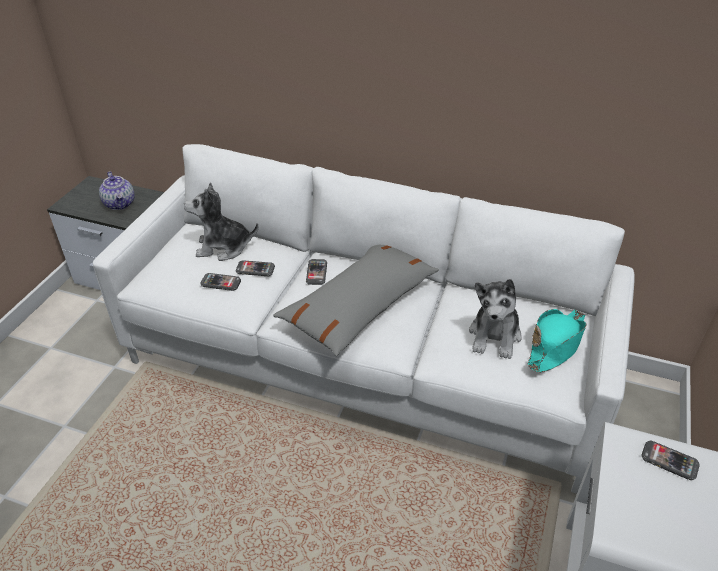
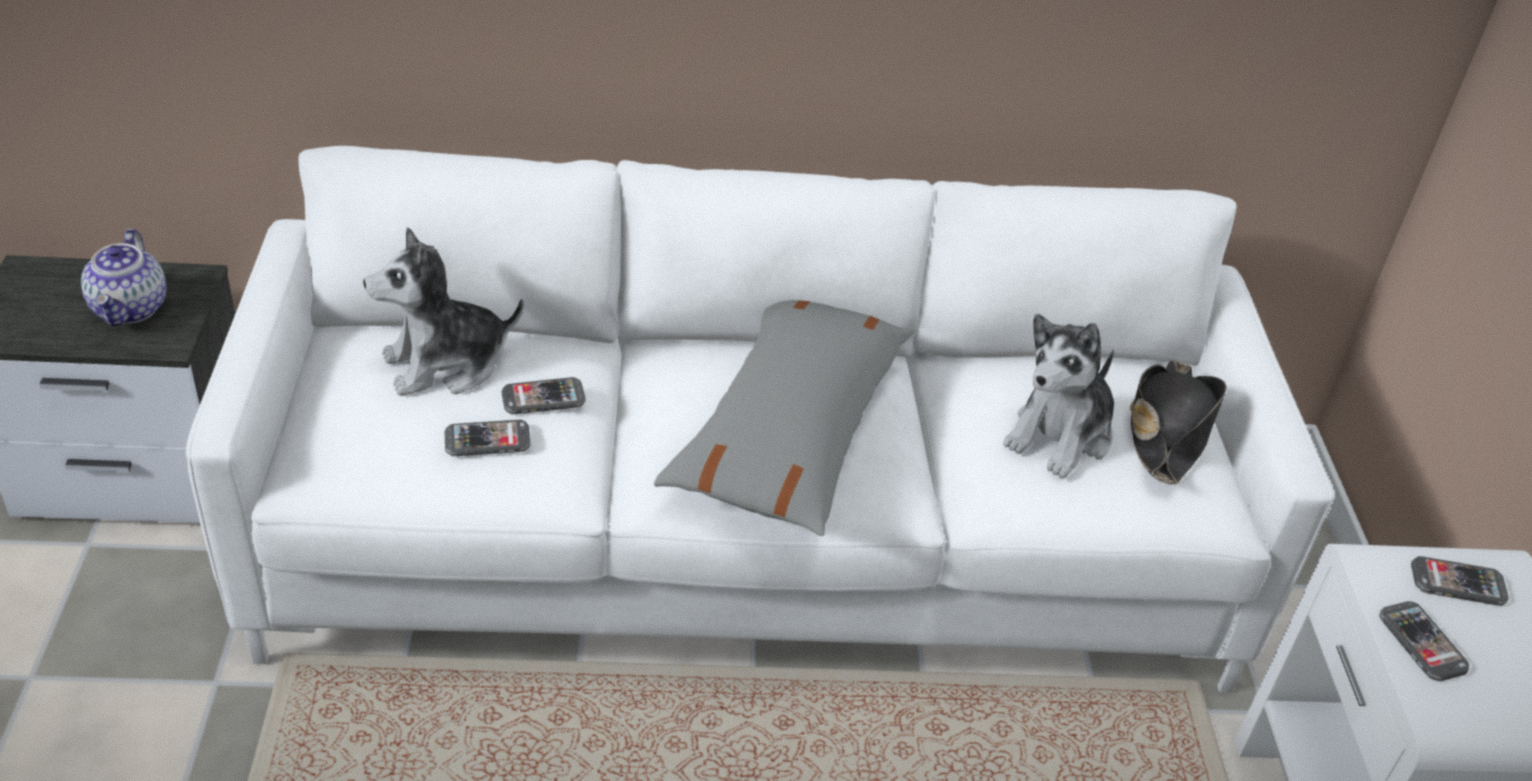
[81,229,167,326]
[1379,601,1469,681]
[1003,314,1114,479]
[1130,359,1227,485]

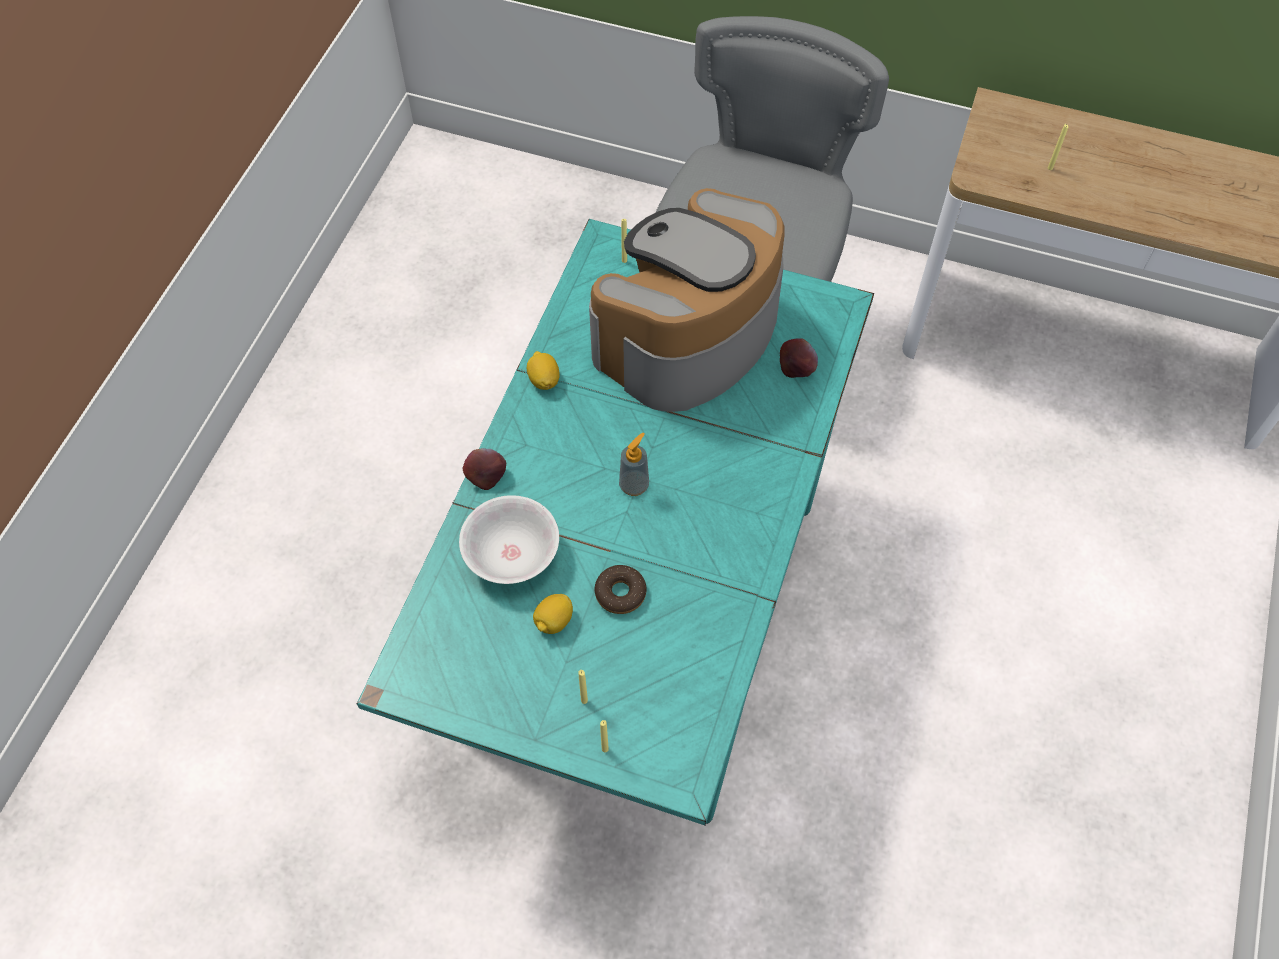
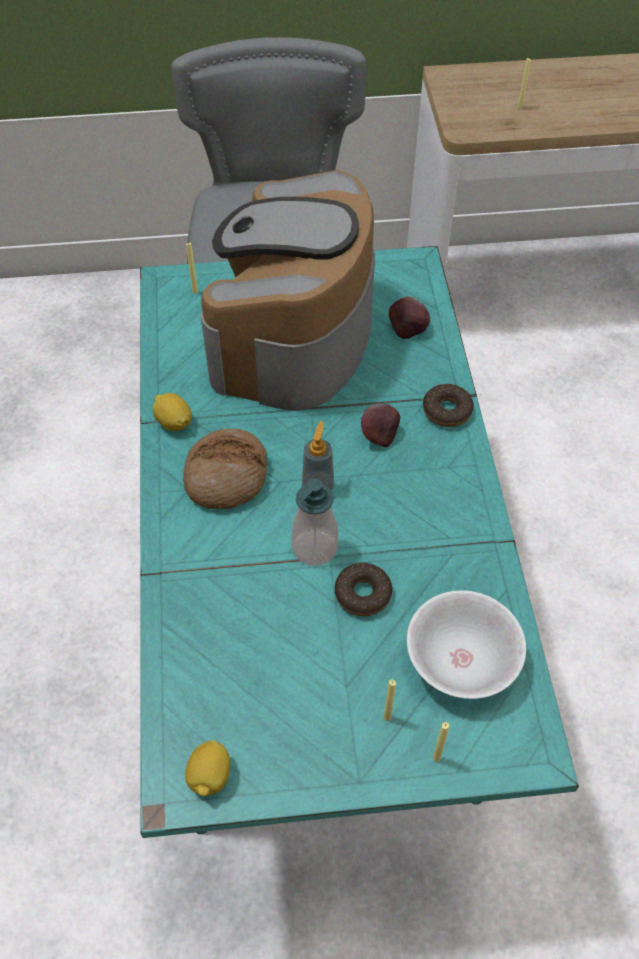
[407,590,526,699]
[361,404,400,447]
[185,741,230,797]
[183,429,267,509]
[291,479,339,566]
[423,384,474,427]

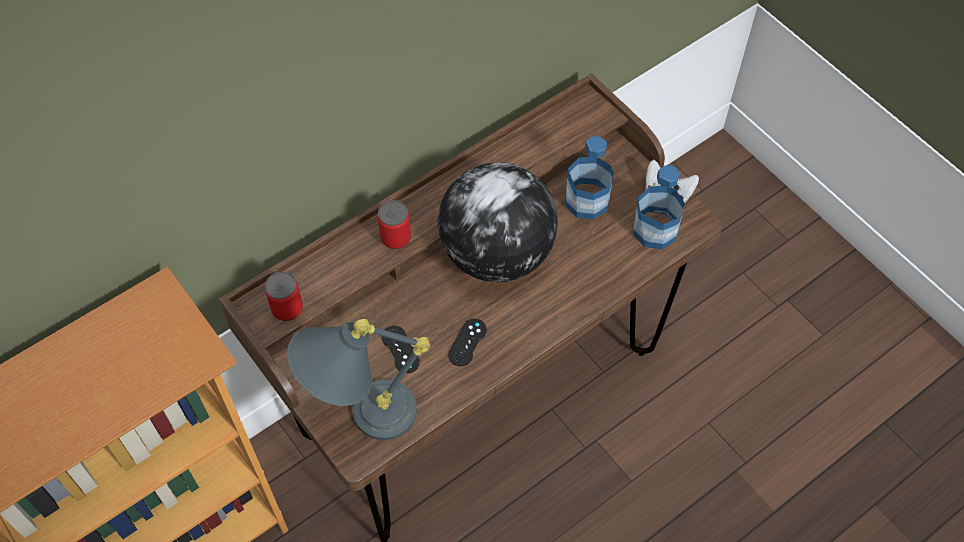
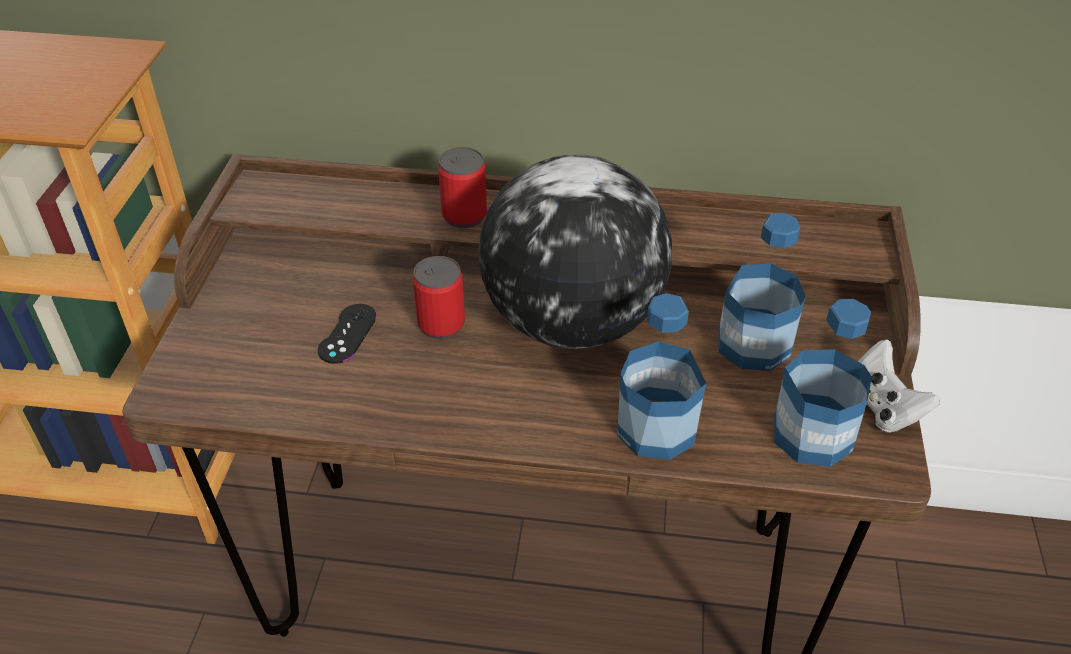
[413,256,465,339]
[287,319,430,440] (first image)
[448,319,487,366] (first image)
[617,293,706,460]

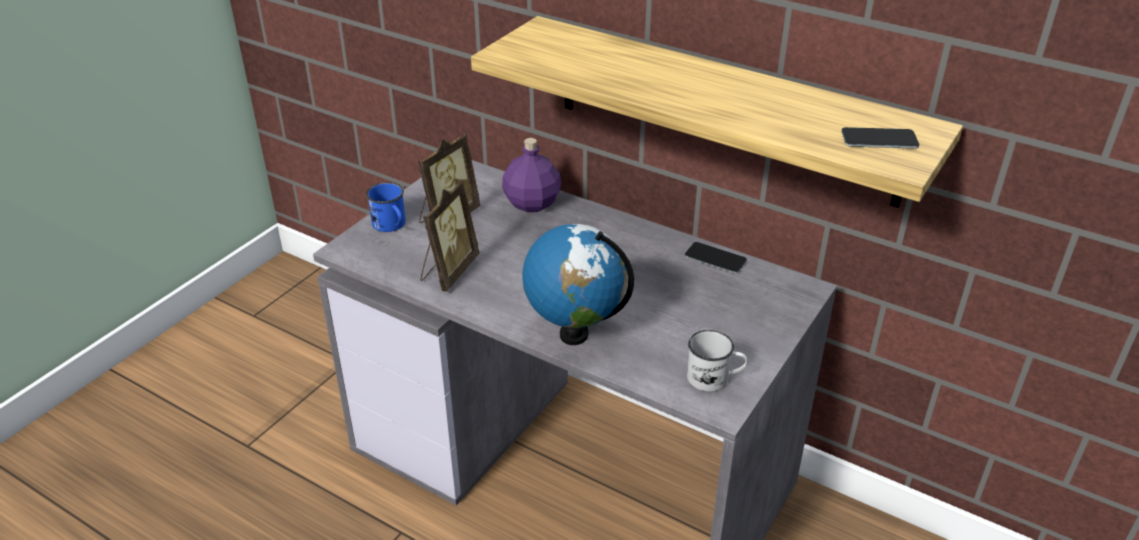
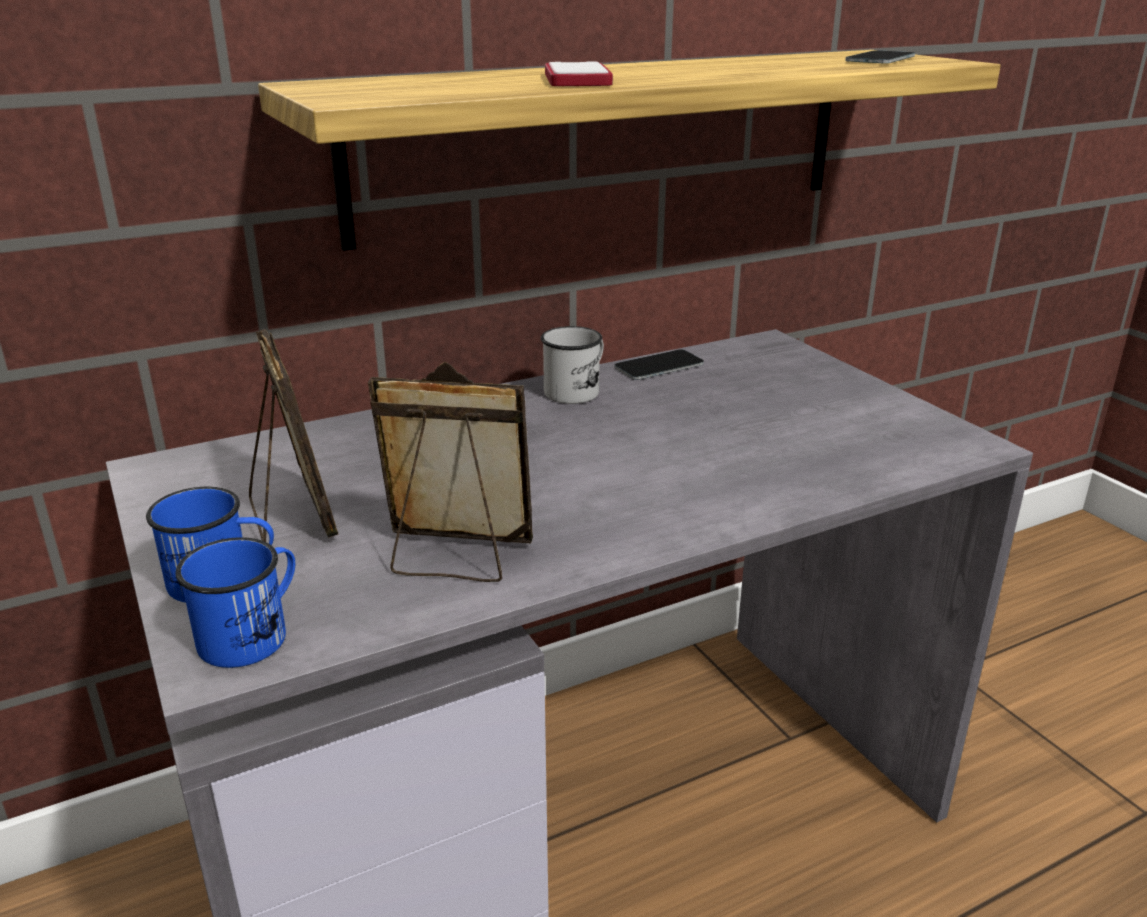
[368,362,533,582]
[502,138,561,212] (first image)
[522,224,634,345] (first image)
[541,326,604,404]
[176,537,295,668]
[545,62,613,86]

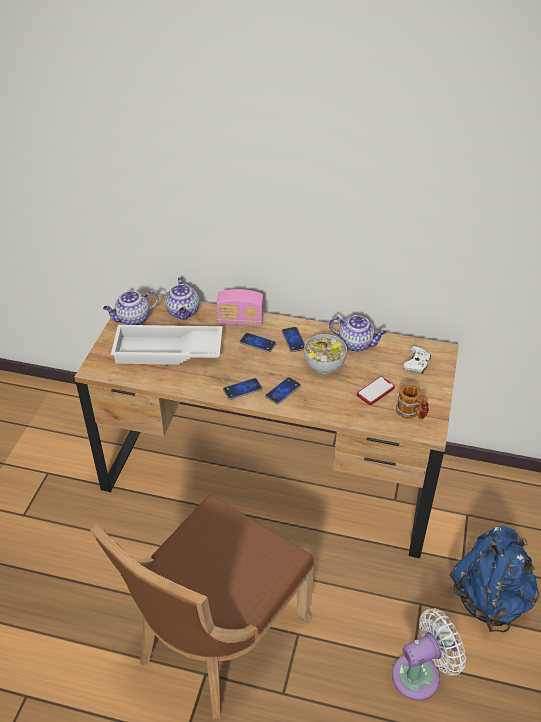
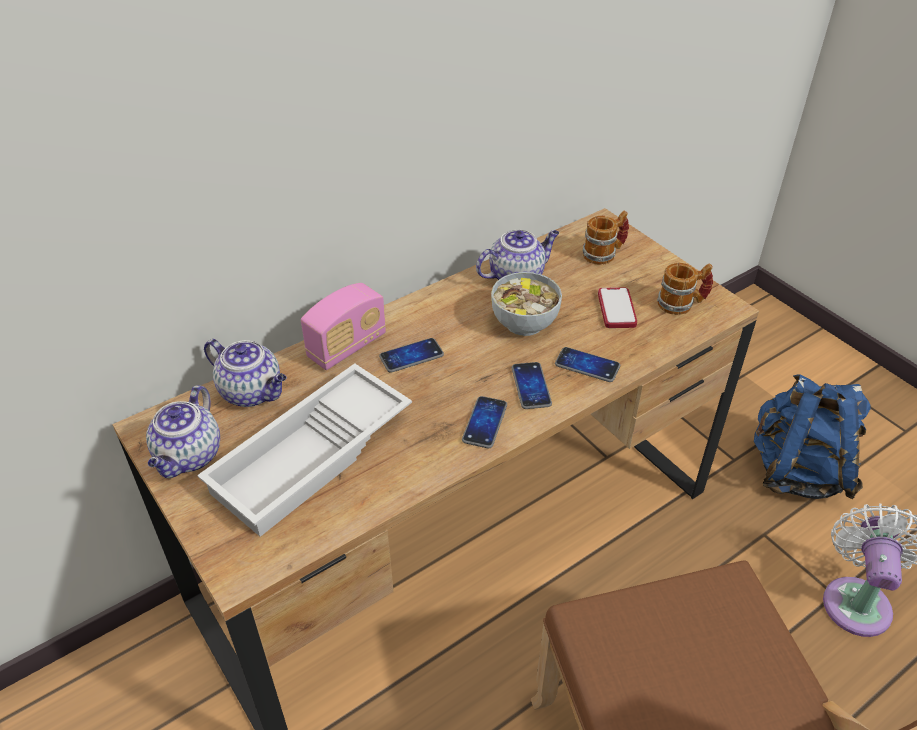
[555,347,620,382]
[583,211,629,265]

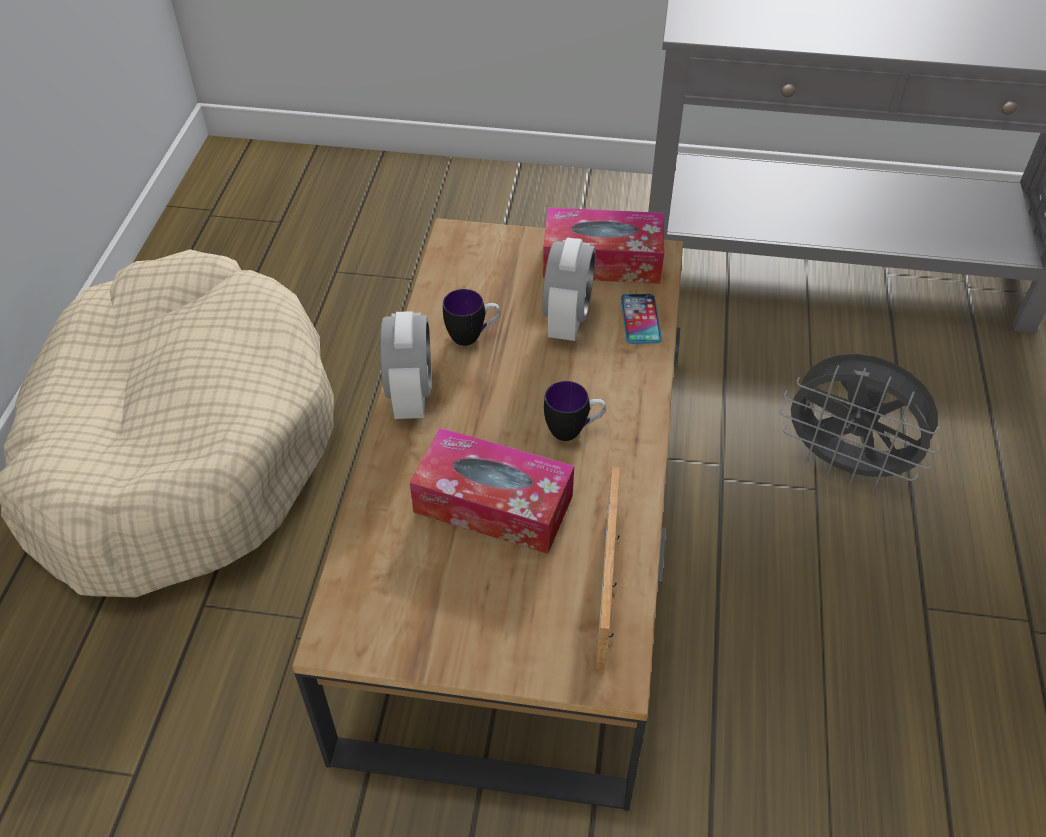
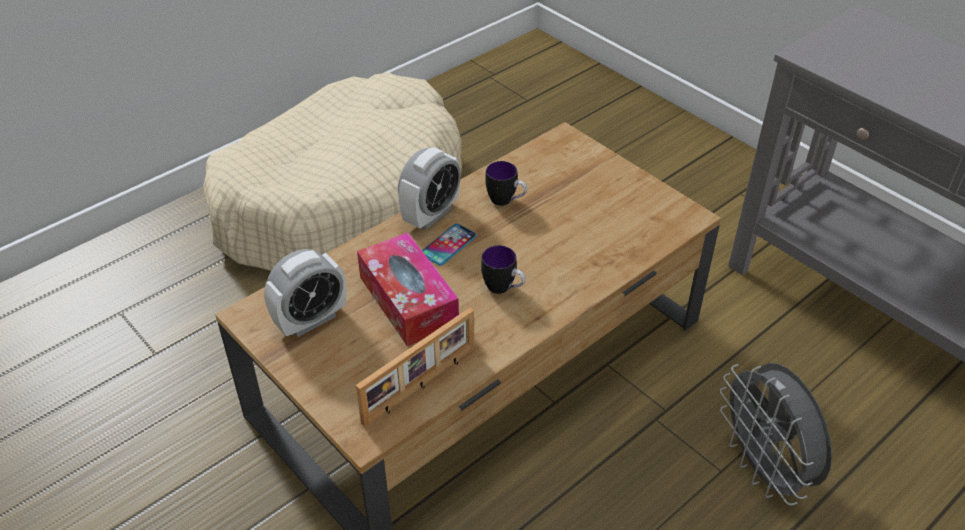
[264,249,346,337]
[543,207,664,284] (first image)
[422,224,477,266]

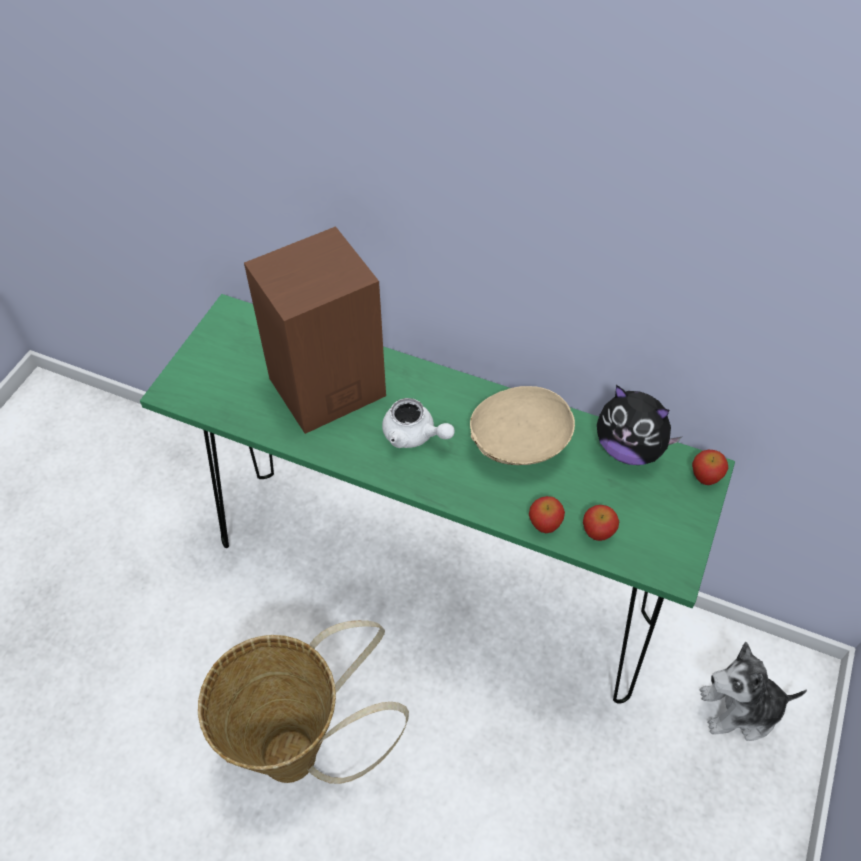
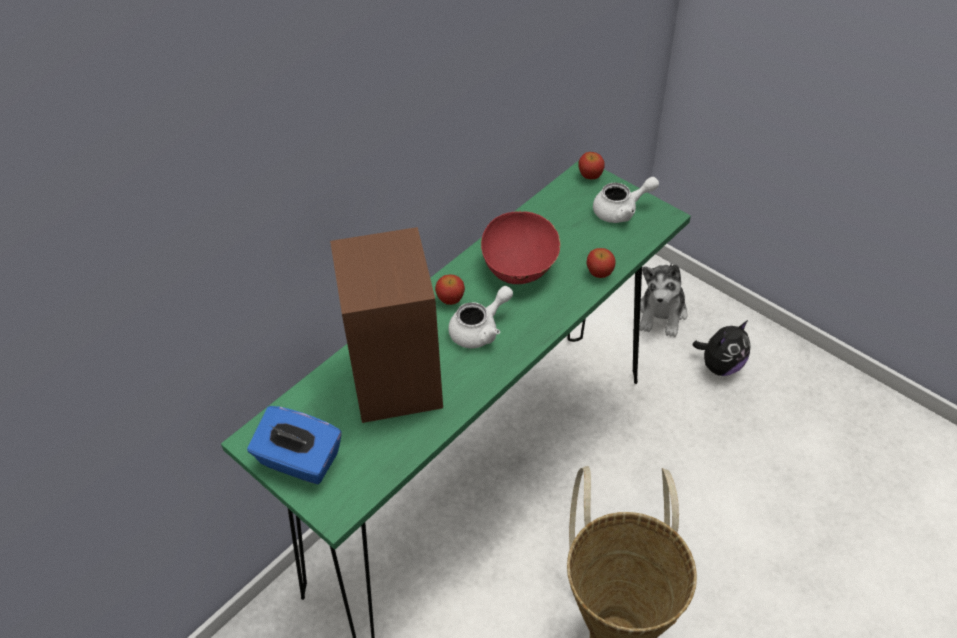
[481,212,560,284]
[435,274,465,305]
[692,320,751,376]
[247,406,342,484]
[593,177,659,223]

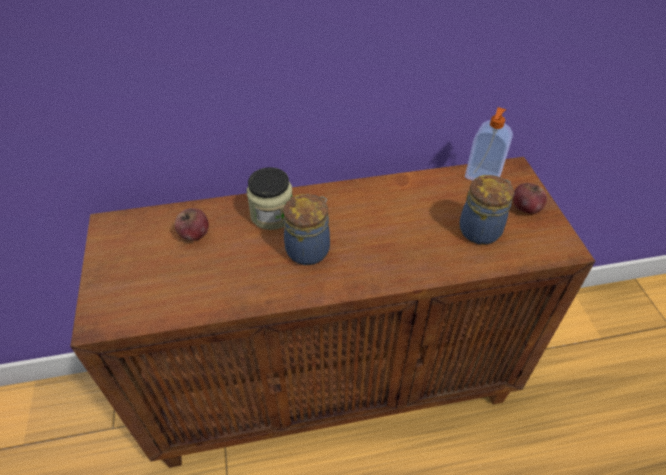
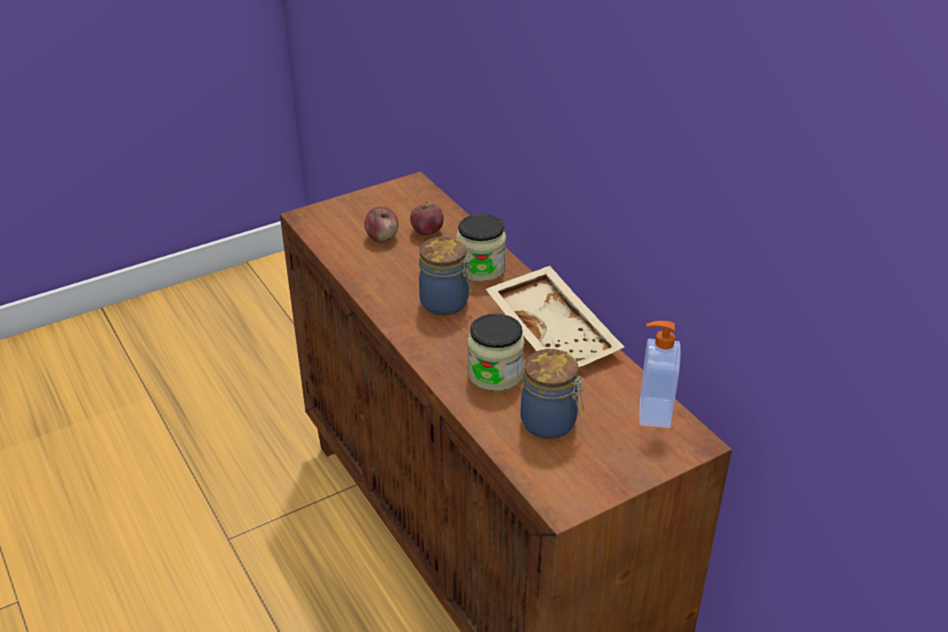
[365,207,398,242]
[468,314,524,391]
[486,266,624,368]

